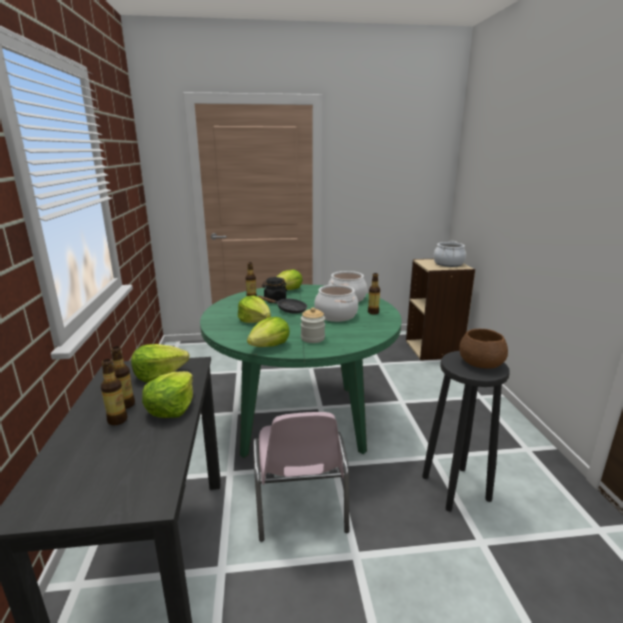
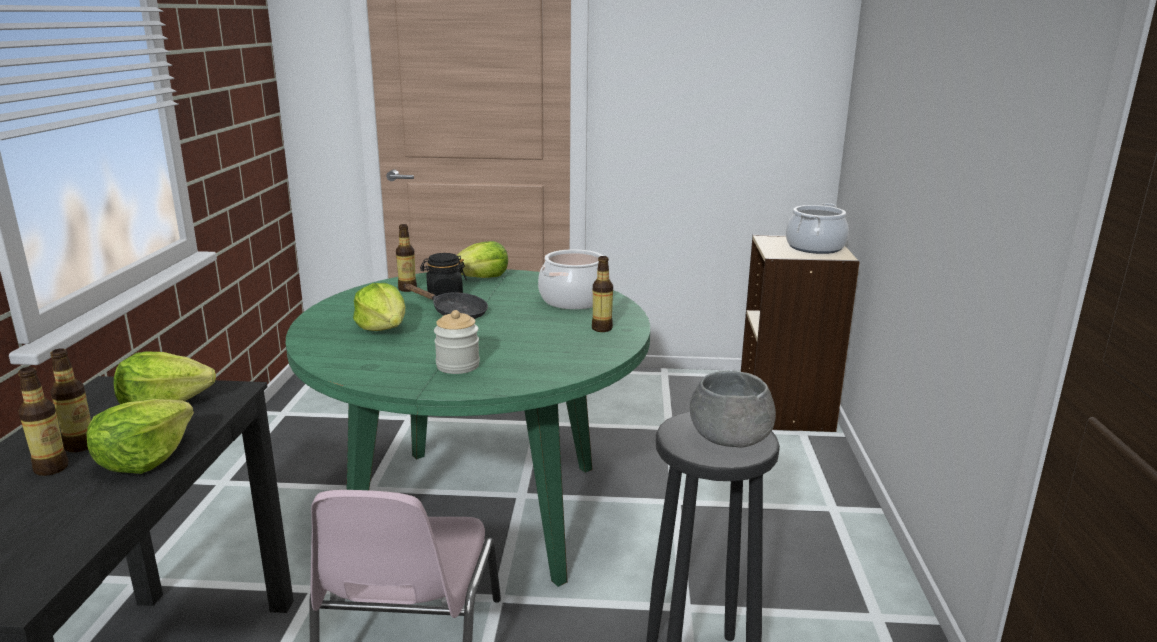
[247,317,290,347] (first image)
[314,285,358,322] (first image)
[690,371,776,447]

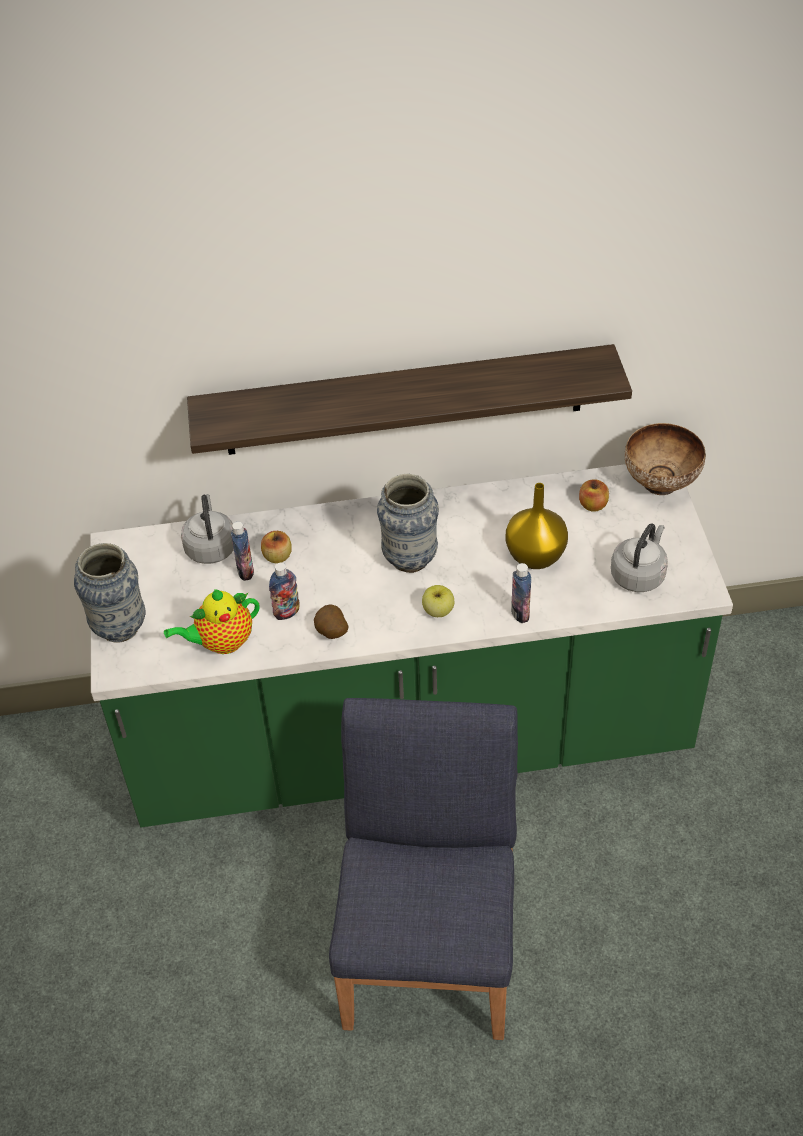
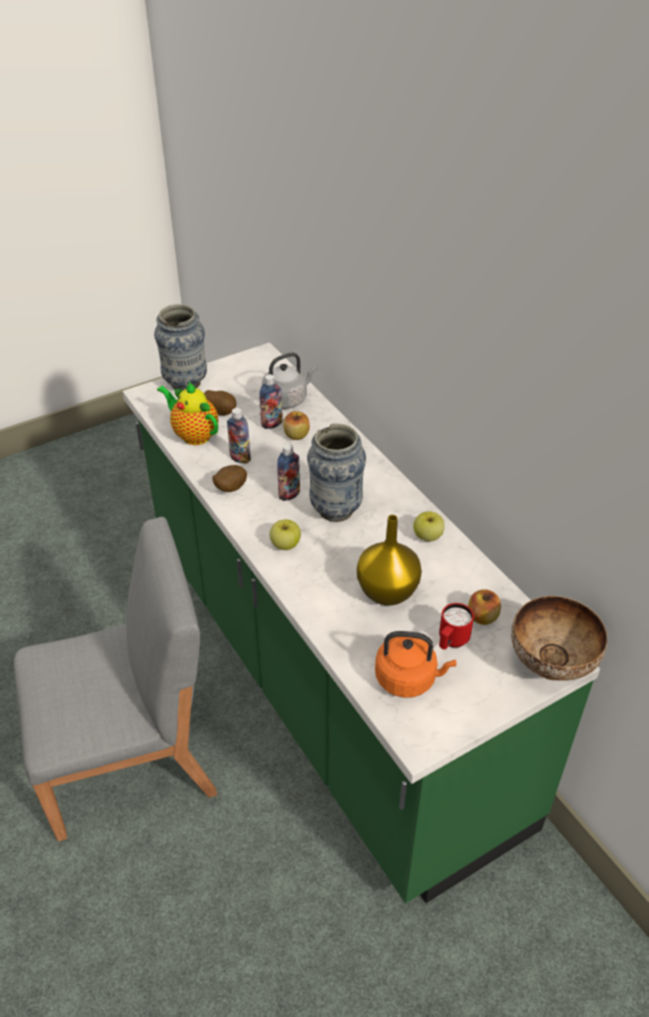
[187,344,632,455] (first image)
[14,517,217,841]
[277,443,300,501]
[375,631,456,698]
[204,390,236,415]
[413,511,445,542]
[439,603,474,650]

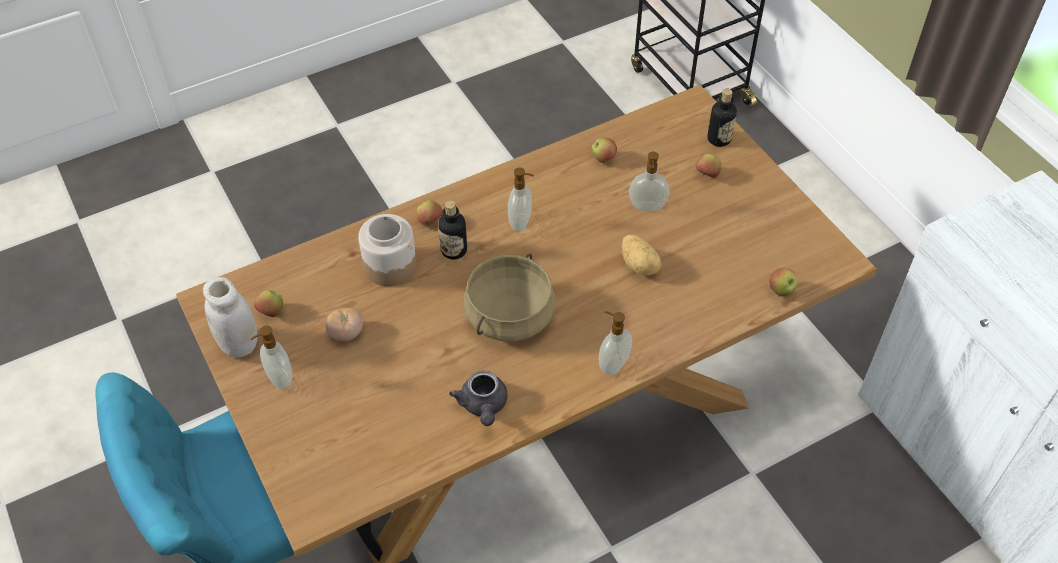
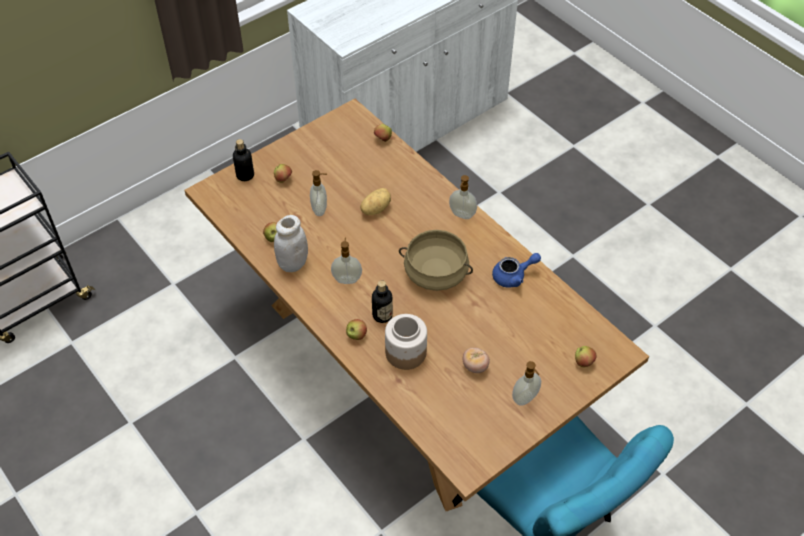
[274,215,308,272]
[575,346,597,367]
[492,253,541,288]

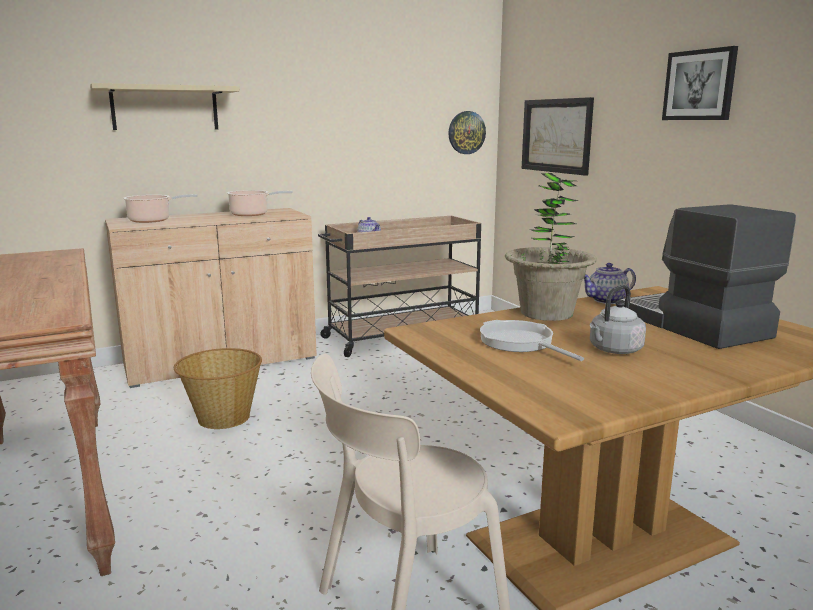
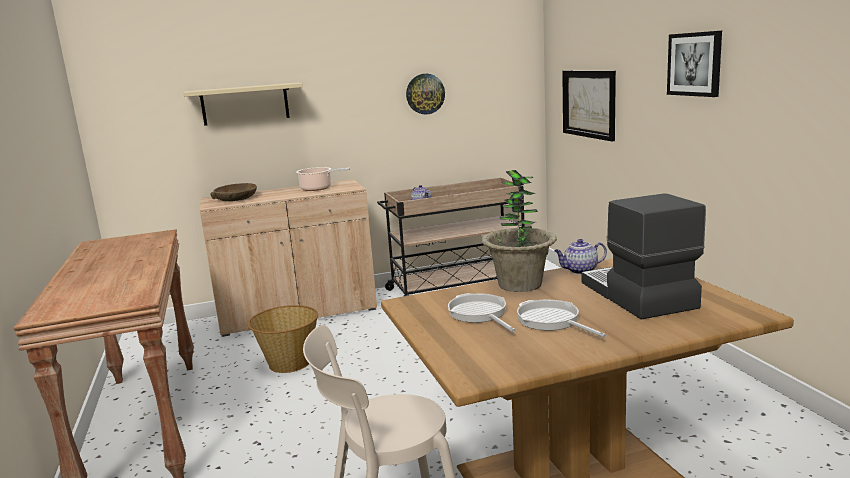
[210,183,257,201]
[406,74,445,115]
[517,300,606,337]

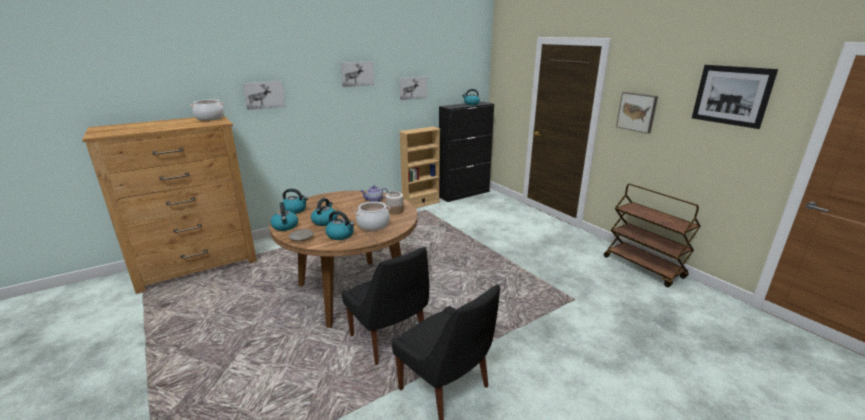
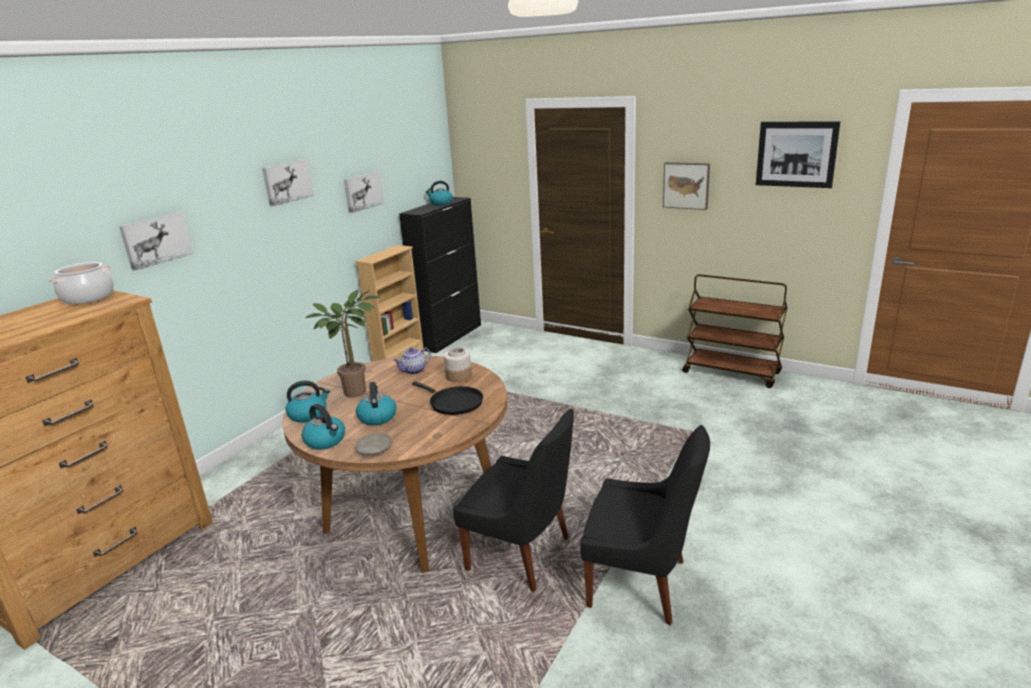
[326,211,354,240] (first image)
[412,381,483,415]
[305,290,380,398]

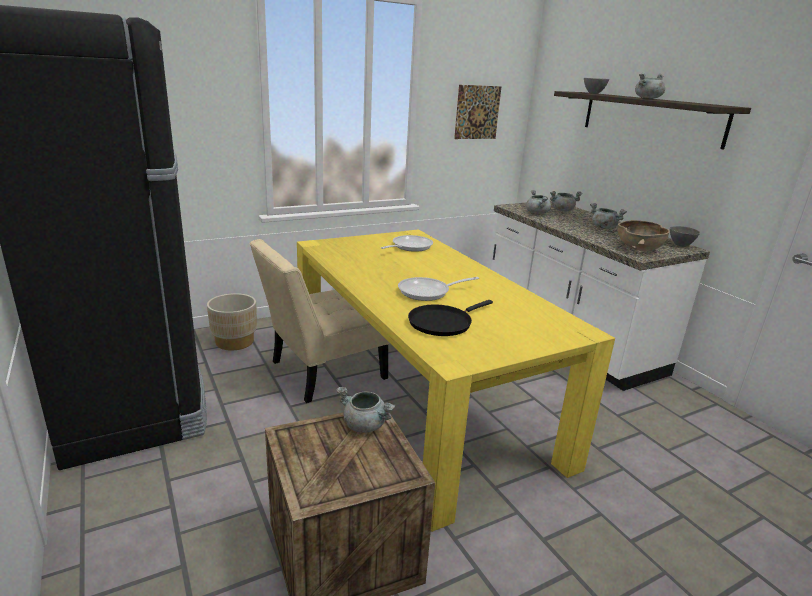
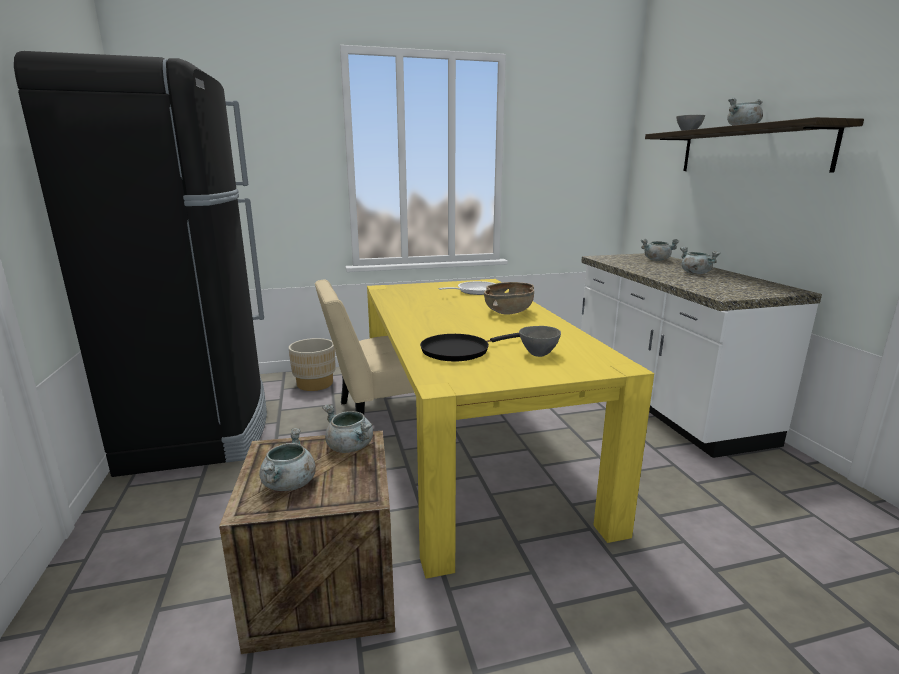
[398,277,479,301] (first image)
[454,85,502,139] (first image)
[259,428,316,491]
[484,282,534,314]
[519,326,561,357]

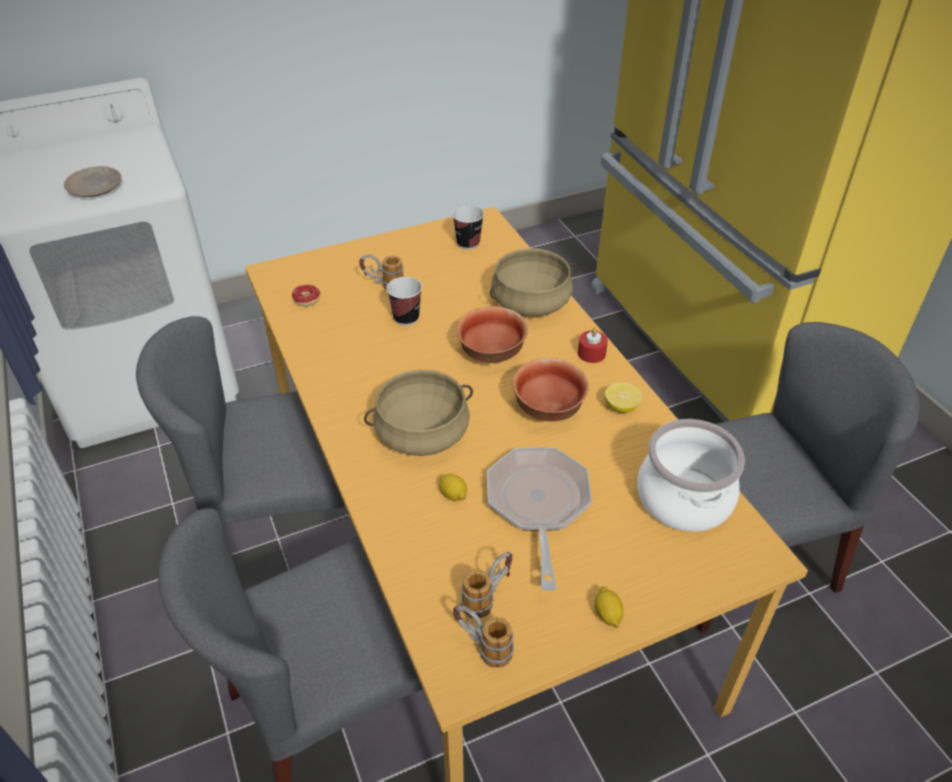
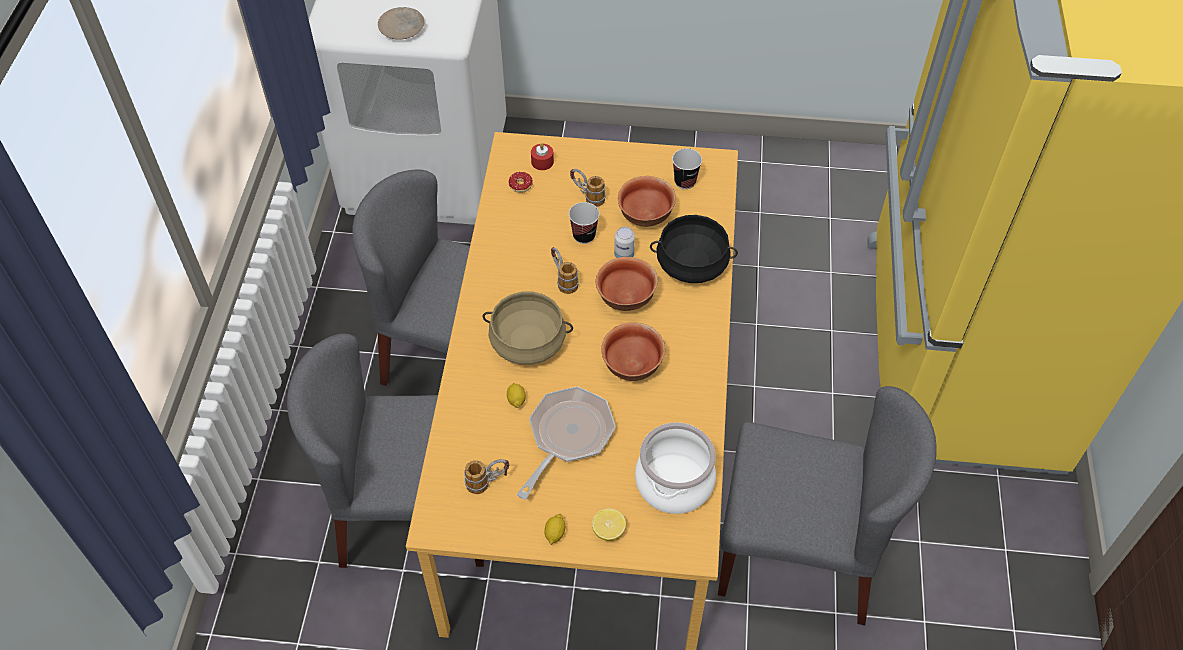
[551,247,579,294]
[650,215,738,283]
[531,143,554,170]
[592,509,626,541]
[614,227,635,258]
[618,176,676,227]

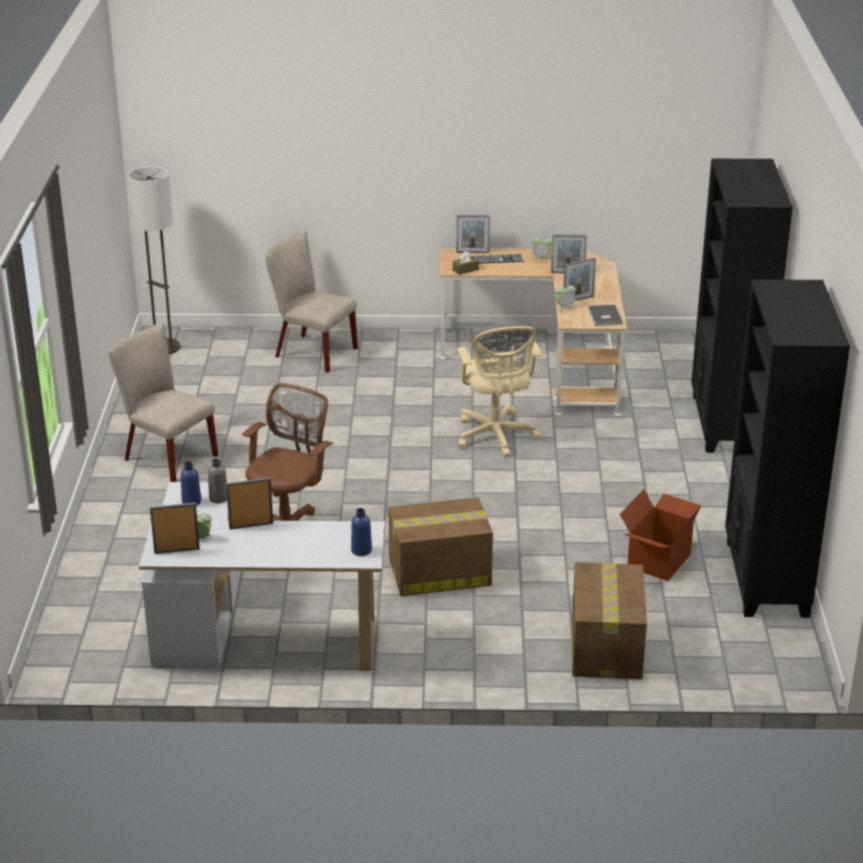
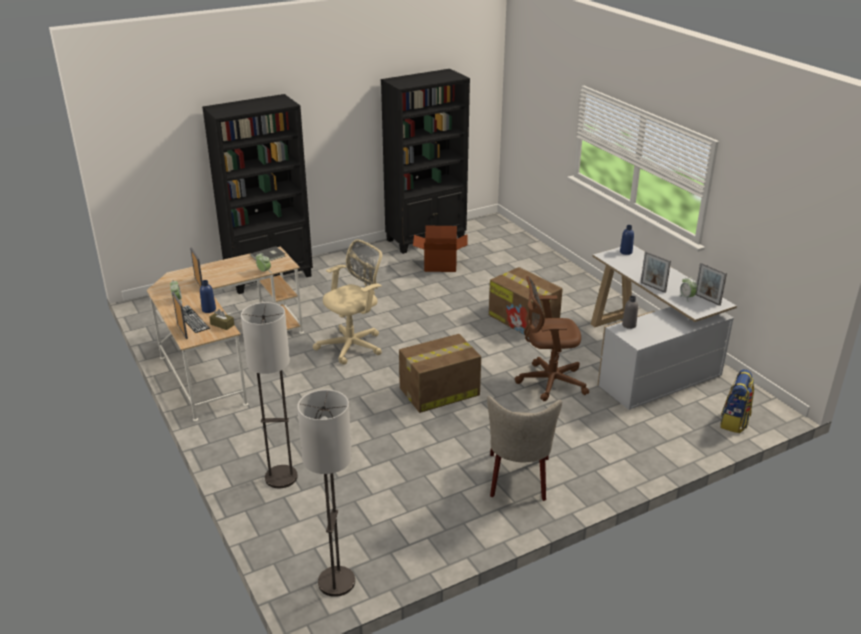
[200,280,216,313]
[241,302,298,488]
[564,258,596,301] (first image)
[399,334,481,413]
[720,369,754,433]

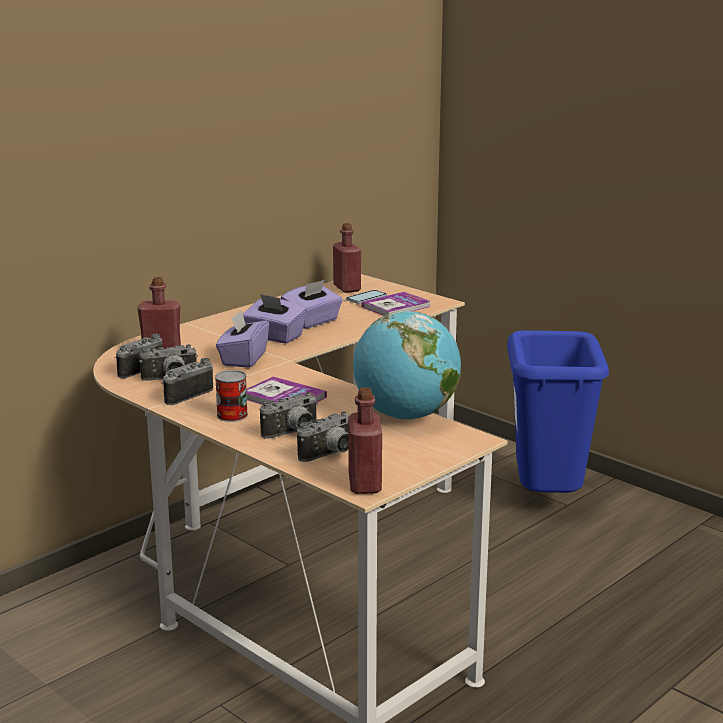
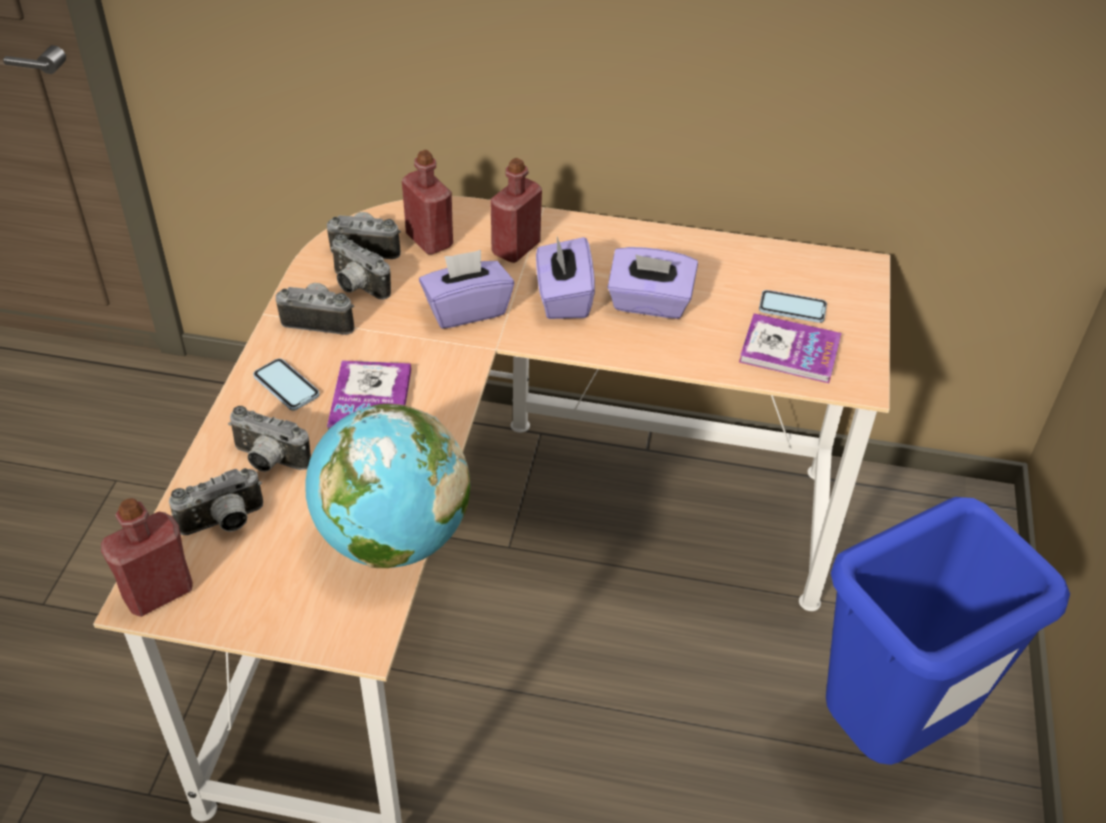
[253,358,320,410]
[169,468,263,535]
[490,158,542,263]

